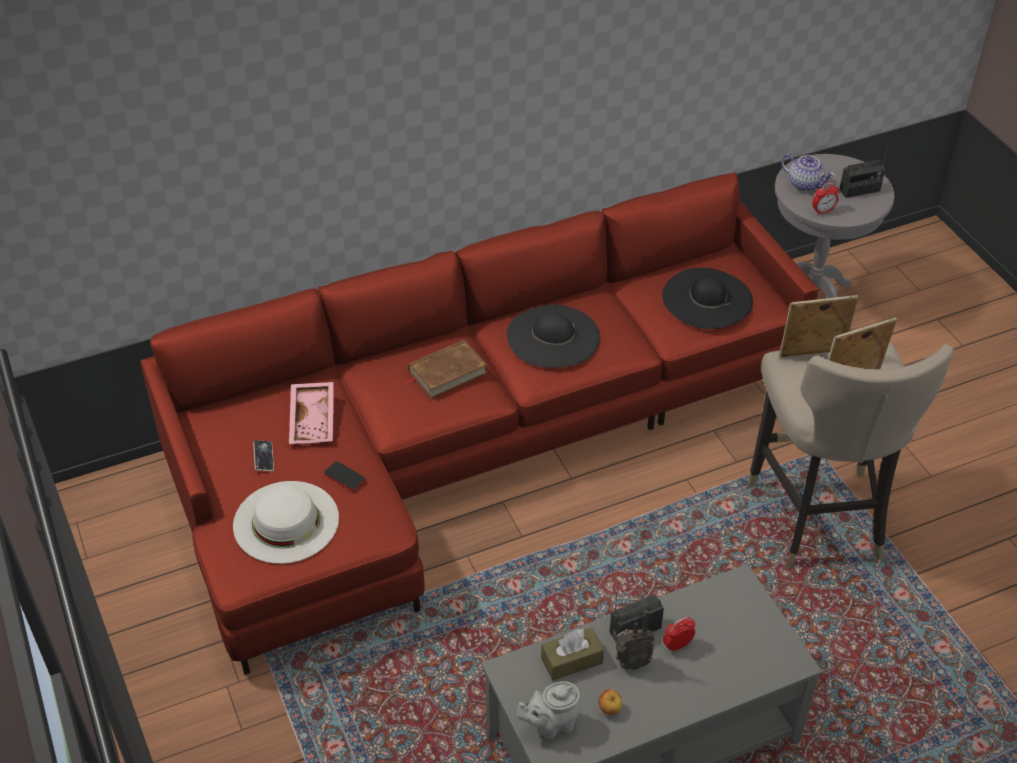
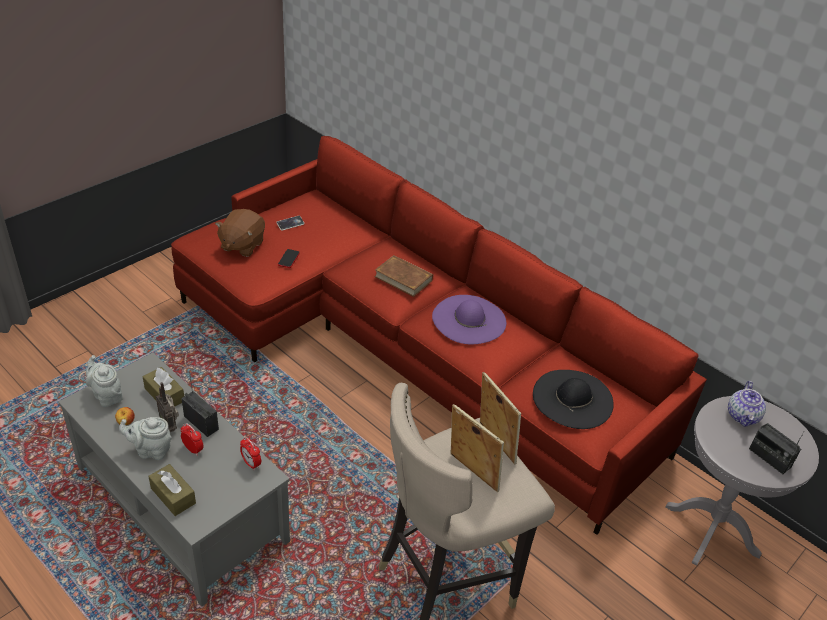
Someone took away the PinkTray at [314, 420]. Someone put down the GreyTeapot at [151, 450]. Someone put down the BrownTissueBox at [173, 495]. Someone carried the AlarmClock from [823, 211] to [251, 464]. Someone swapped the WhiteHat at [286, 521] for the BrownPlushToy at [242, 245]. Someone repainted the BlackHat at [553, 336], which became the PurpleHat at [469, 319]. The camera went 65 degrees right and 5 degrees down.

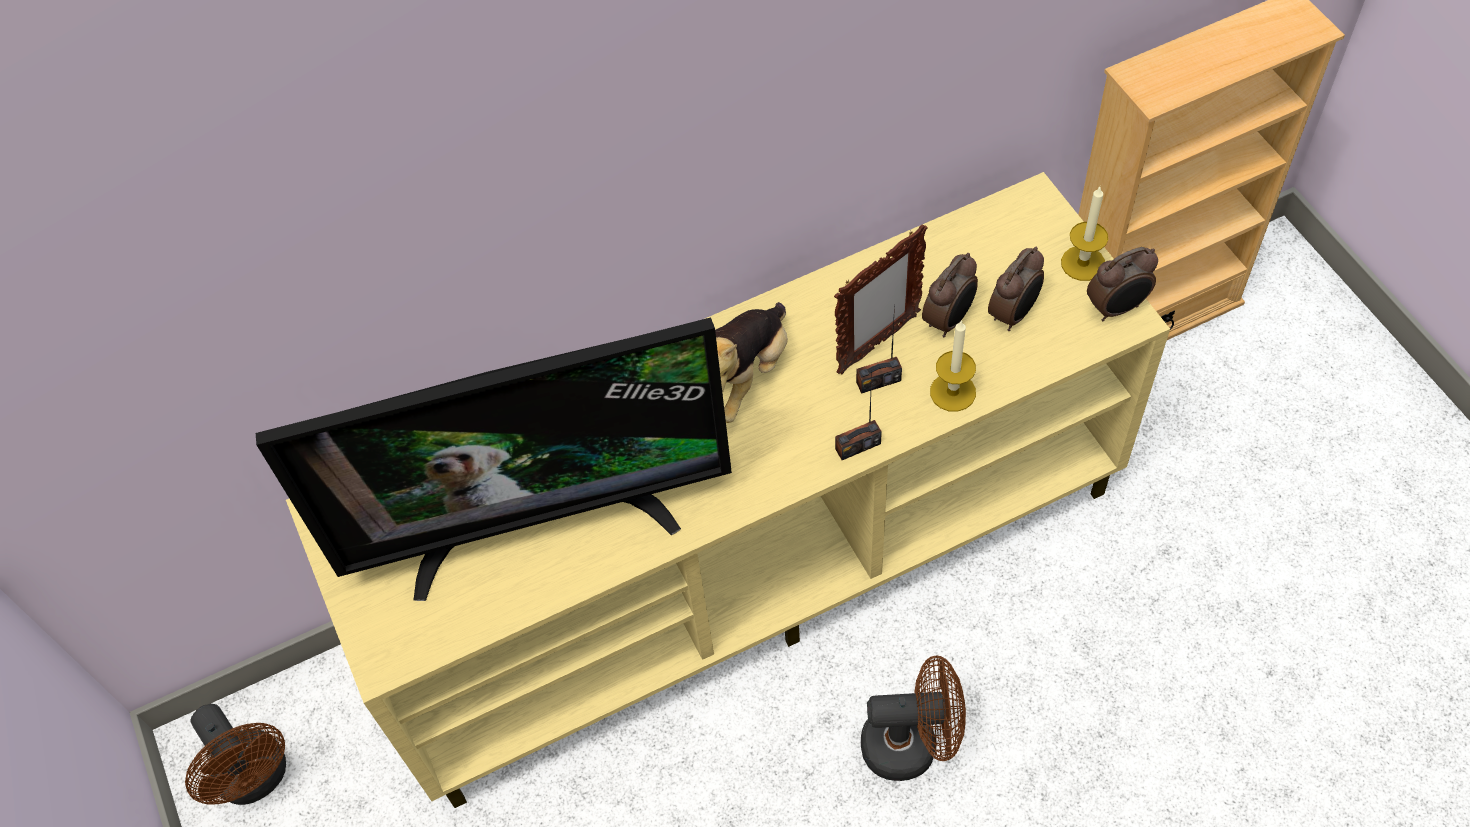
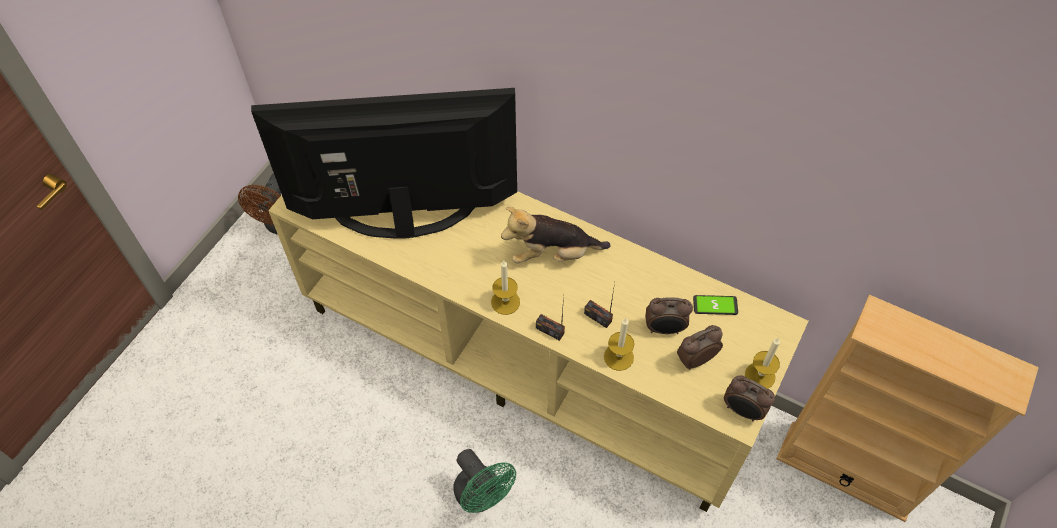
Someone took away the PictureFrame at [877, 344]. Someone put down the Candle at [505, 302]. Someone put down the Phone at [715, 305]. Someone repainted the BrownFan at [911, 744], which became the GreenFan at [482, 496]. Someone rotated the Television at [539, 523] by 135 degrees clockwise. Someone rotated the AlarmClock at [1014, 314] by 150 degrees clockwise. The camera went 50 degrees right and 0 degrees up.

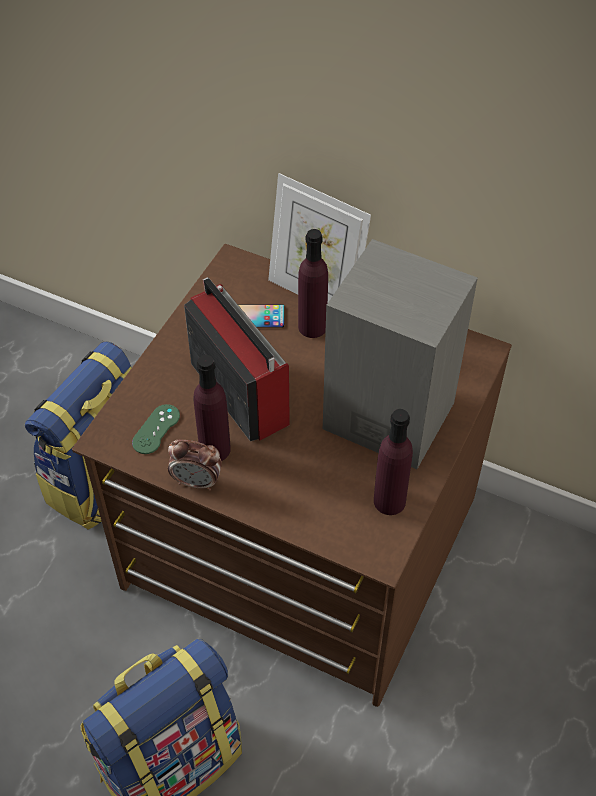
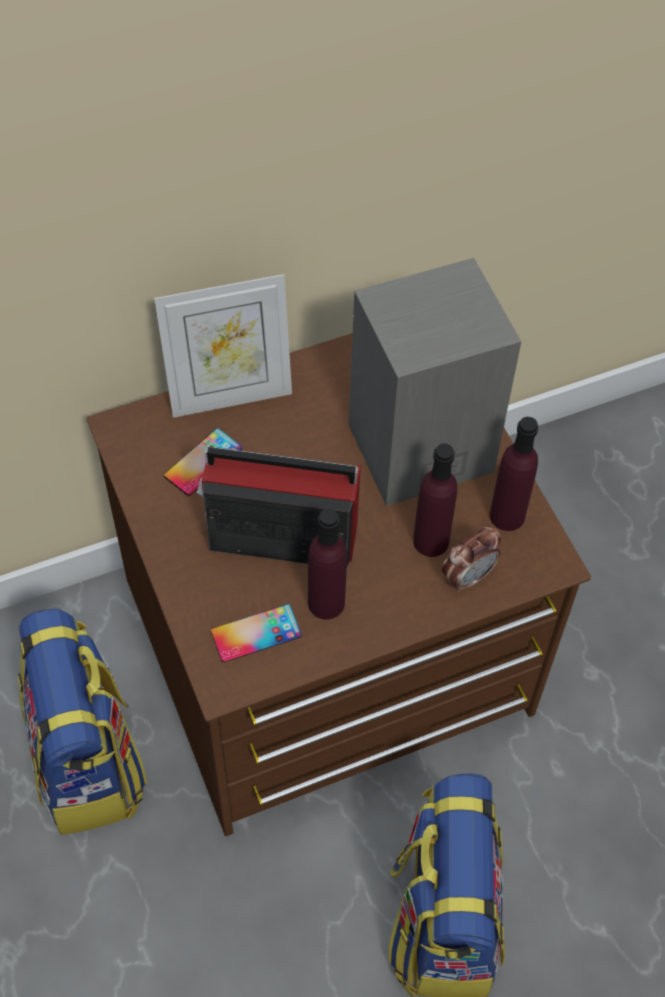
Someone carried the AlarmClock from [197, 481] to [468, 577]. Someone carried the PurpleBottle from [312, 327] to [430, 541]. Someone swapped the GreenGameController at [156, 429] for the Phone at [256, 633]. The camera went 50 degrees left and 5 degrees up.

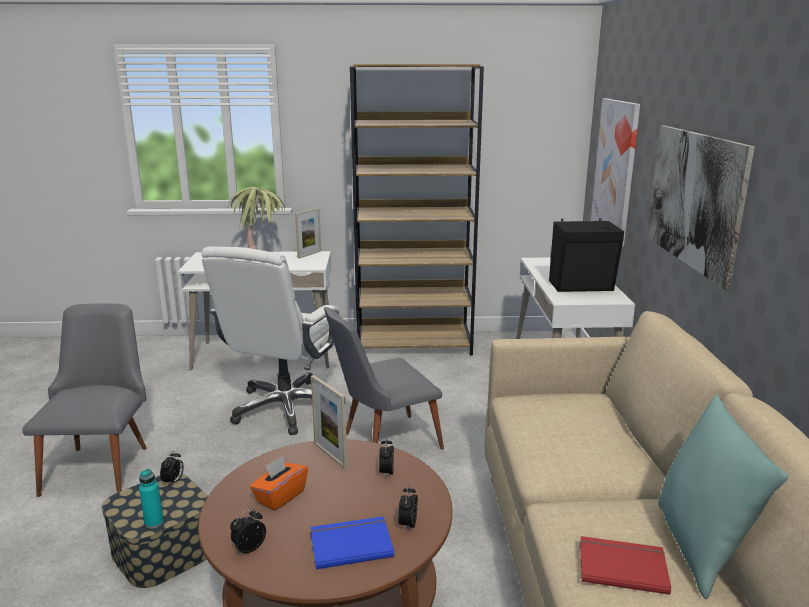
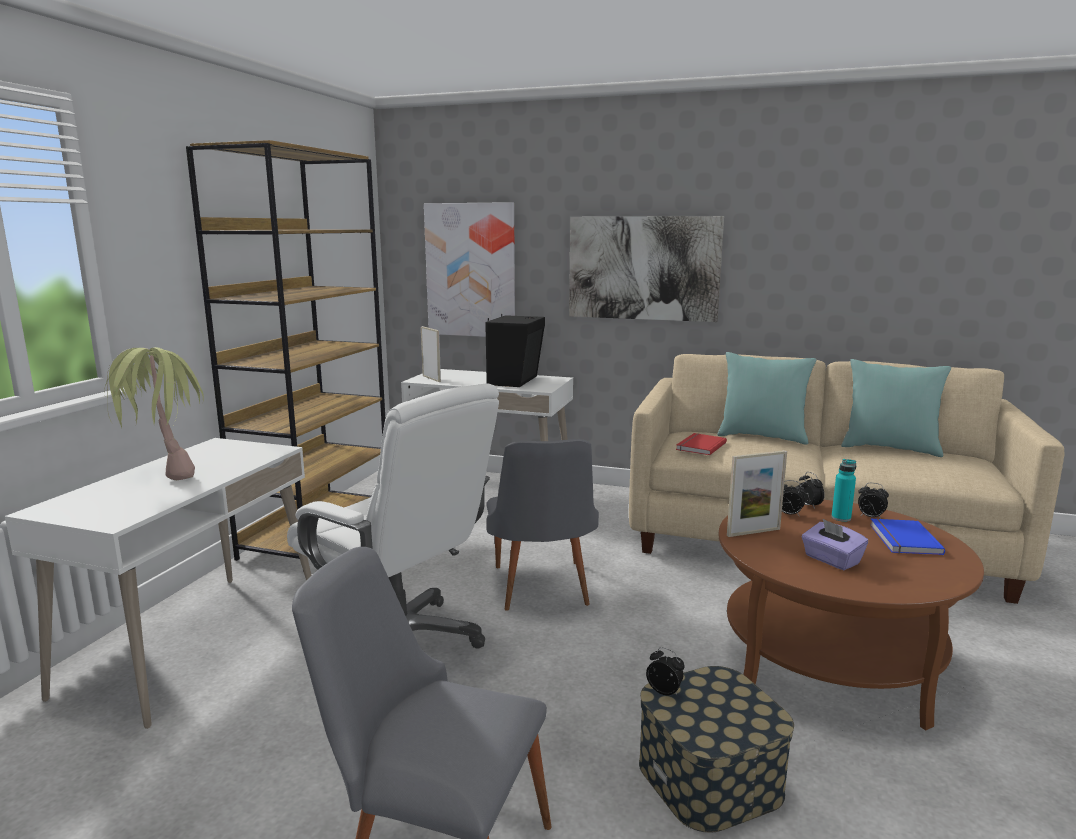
Someone put down the TurquoisePillow at [762, 437]. Someone carried the TurquoiseBottle from [154, 522] to [841, 518]. Someone carried the AlarmClock from [249, 548] to [808, 506]. Someone carried the PictureFrame from [309, 254] to [431, 378]. Someone carried the RedBook from [622, 566] to [699, 446]. Someone repainted the OrangeTissueBox at [280, 496], which became the PurpleTissueBox at [831, 560]. The camera went 70 degrees left and 5 degrees down.

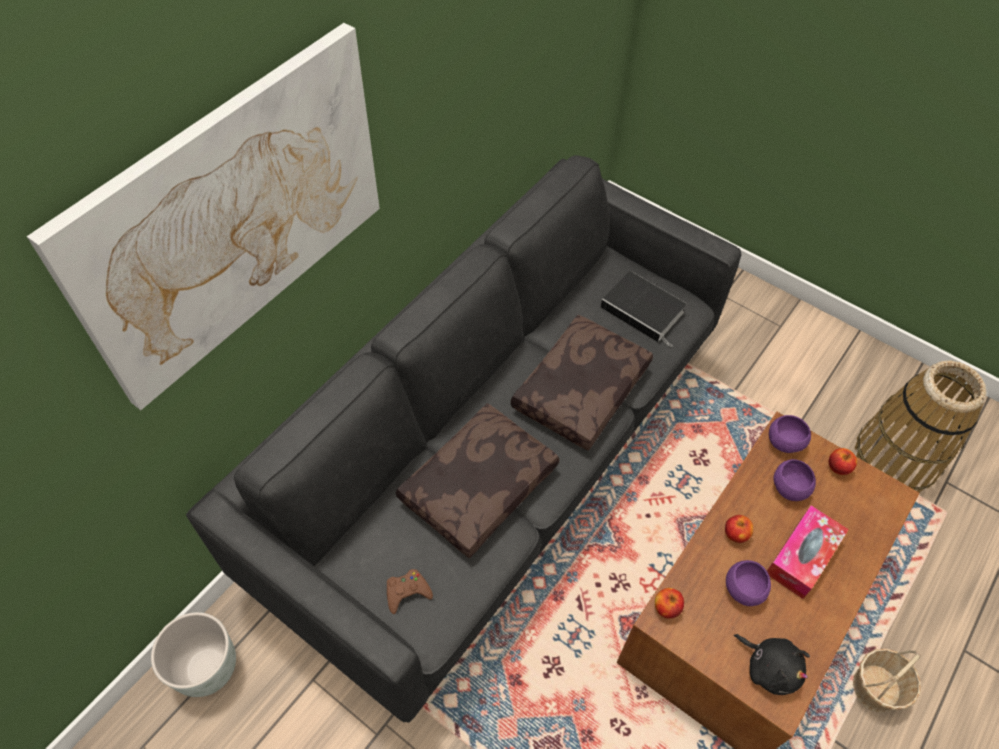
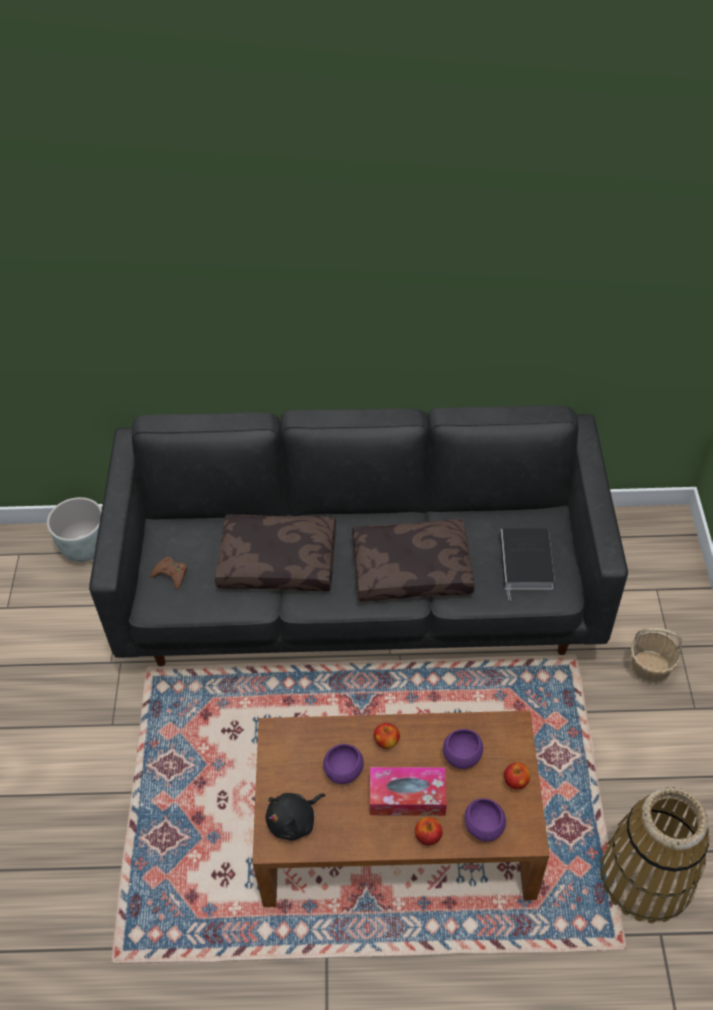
Someone took away the Picture at [235, 216]. Someone carried the Apple from [666, 608] to [428, 836]. Someone carried the PurpleBowl from [784, 442] to [484, 827]. Someone carried the Basket from [876, 688] to [650, 668]. Someone rotated the BlackPlushToy at [769, 667] by 45 degrees clockwise. The camera went 55 degrees right and 5 degrees down.

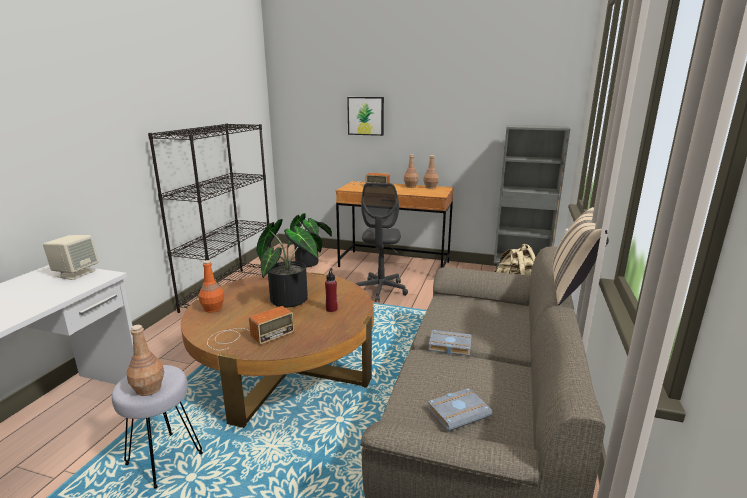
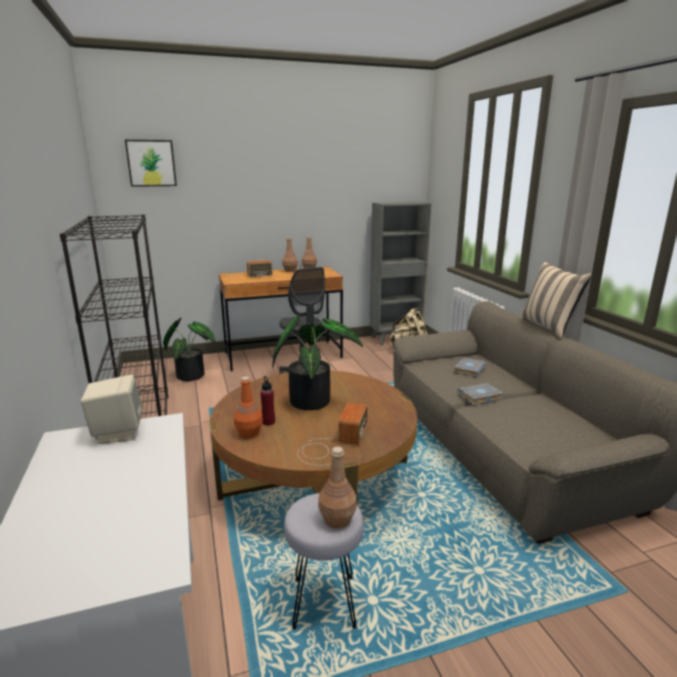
Someone carried the RedBottle from [331, 309] to [268, 422]. Someone carried the Picture from [366, 116] to [151, 163]. Someone carried the GreyBook from [458, 412] to [468, 369]. The camera went 35 degrees left and 0 degrees up.

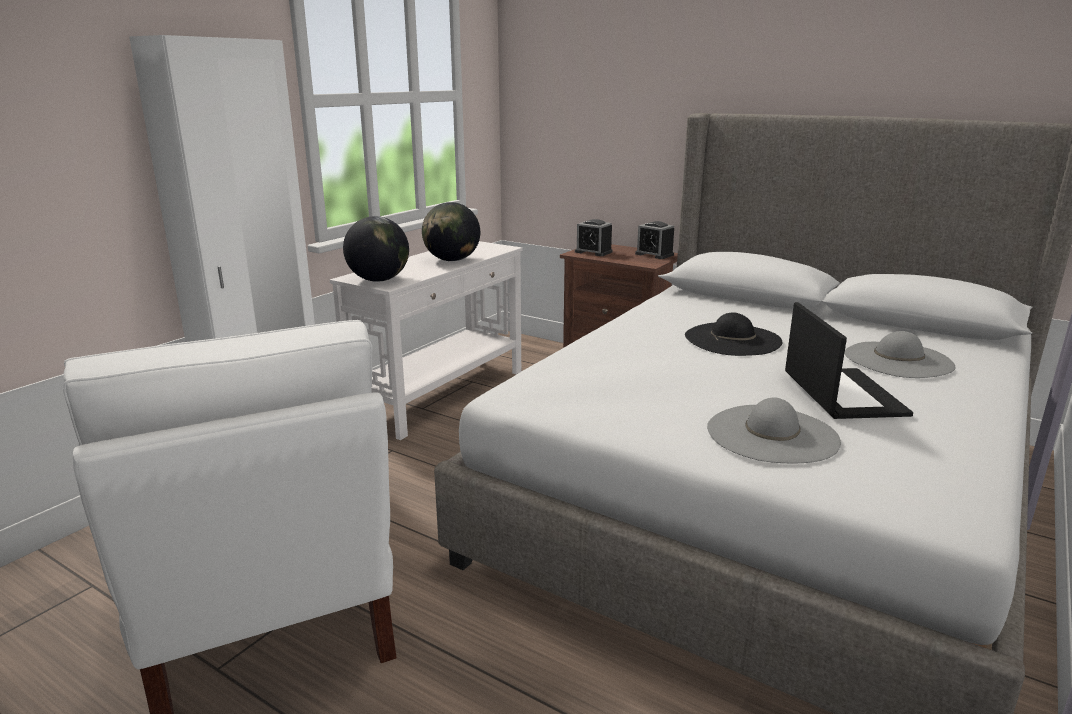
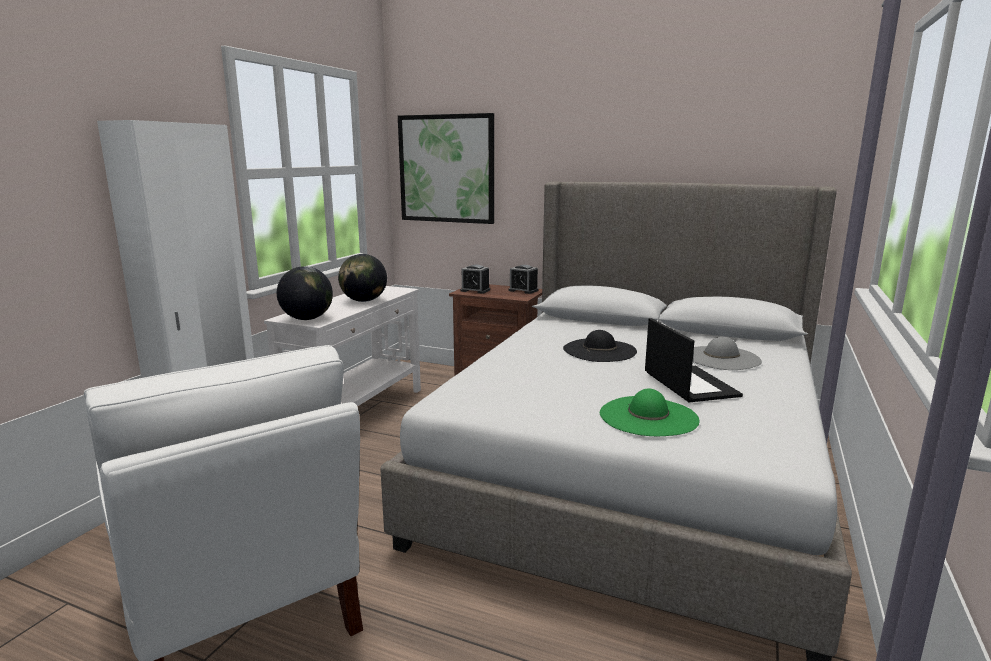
Someone put up the Picture at [446, 169]. Someone repainted the GreyHat at [772, 434], which became the GreenHat at [648, 416]. The camera went 10 degrees left and 5 degrees down.

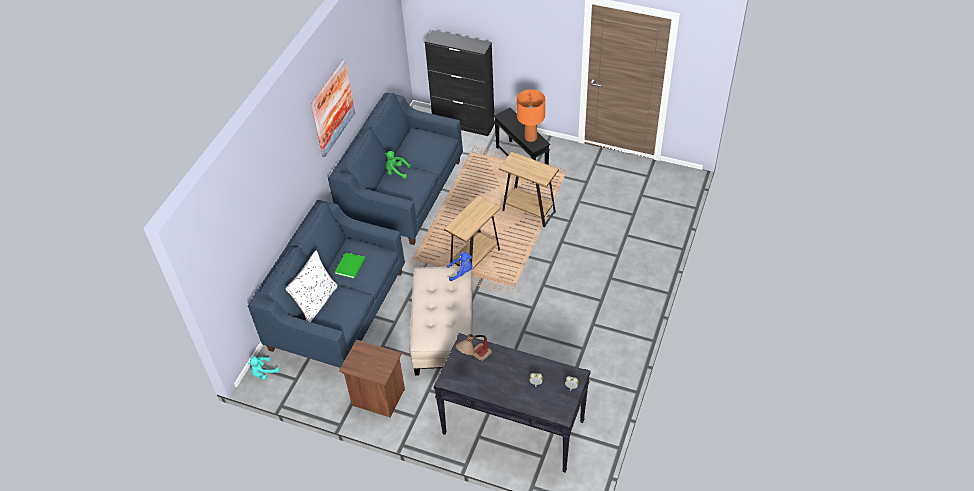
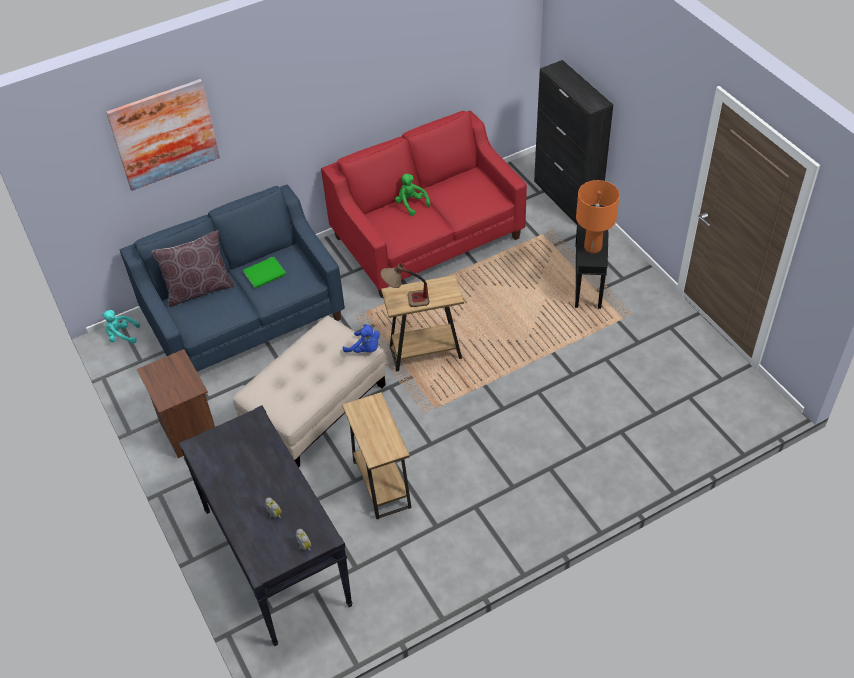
Someone carried the Picture from [332, 108] to [164, 134]. Someone carried the TableLamp from [474, 359] to [406, 301]. Someone carried the BrownSideTable from [528, 211] to [381, 484]. Someone repainted the WhitePillow at [316, 302], which became the BrownPillow at [199, 290]. Someone repainted the BlueSofa at [403, 193], which became the RedSofa at [427, 238]. The camera went 40 degrees right and 0 degrees up.

